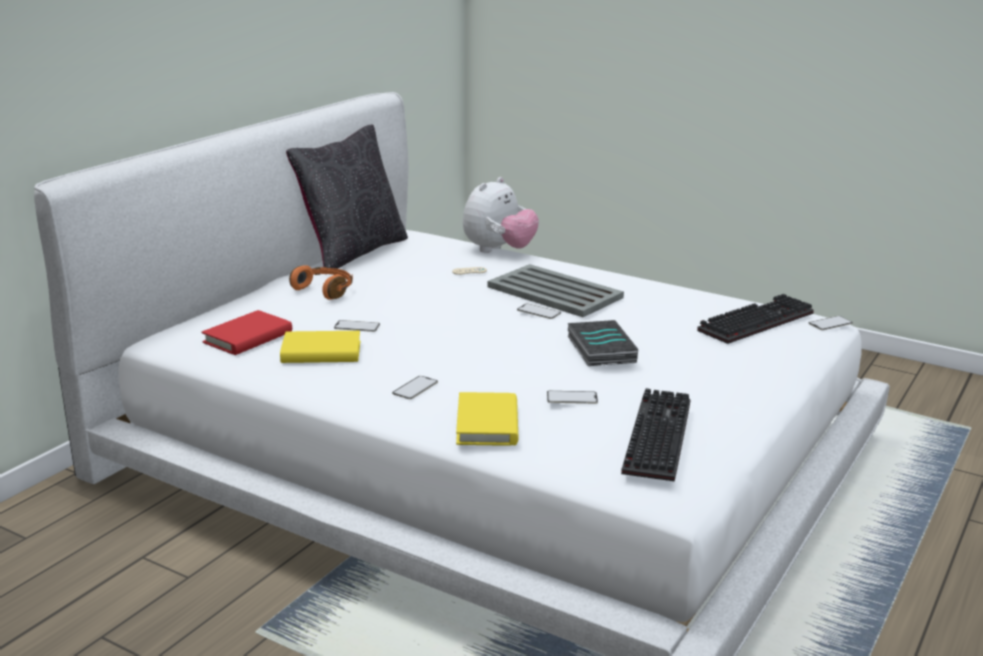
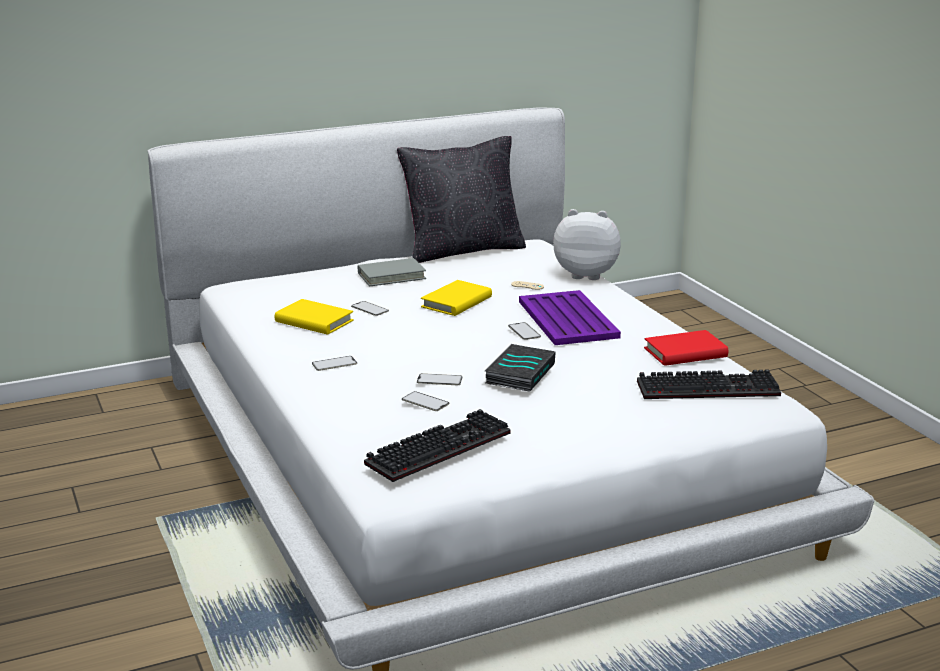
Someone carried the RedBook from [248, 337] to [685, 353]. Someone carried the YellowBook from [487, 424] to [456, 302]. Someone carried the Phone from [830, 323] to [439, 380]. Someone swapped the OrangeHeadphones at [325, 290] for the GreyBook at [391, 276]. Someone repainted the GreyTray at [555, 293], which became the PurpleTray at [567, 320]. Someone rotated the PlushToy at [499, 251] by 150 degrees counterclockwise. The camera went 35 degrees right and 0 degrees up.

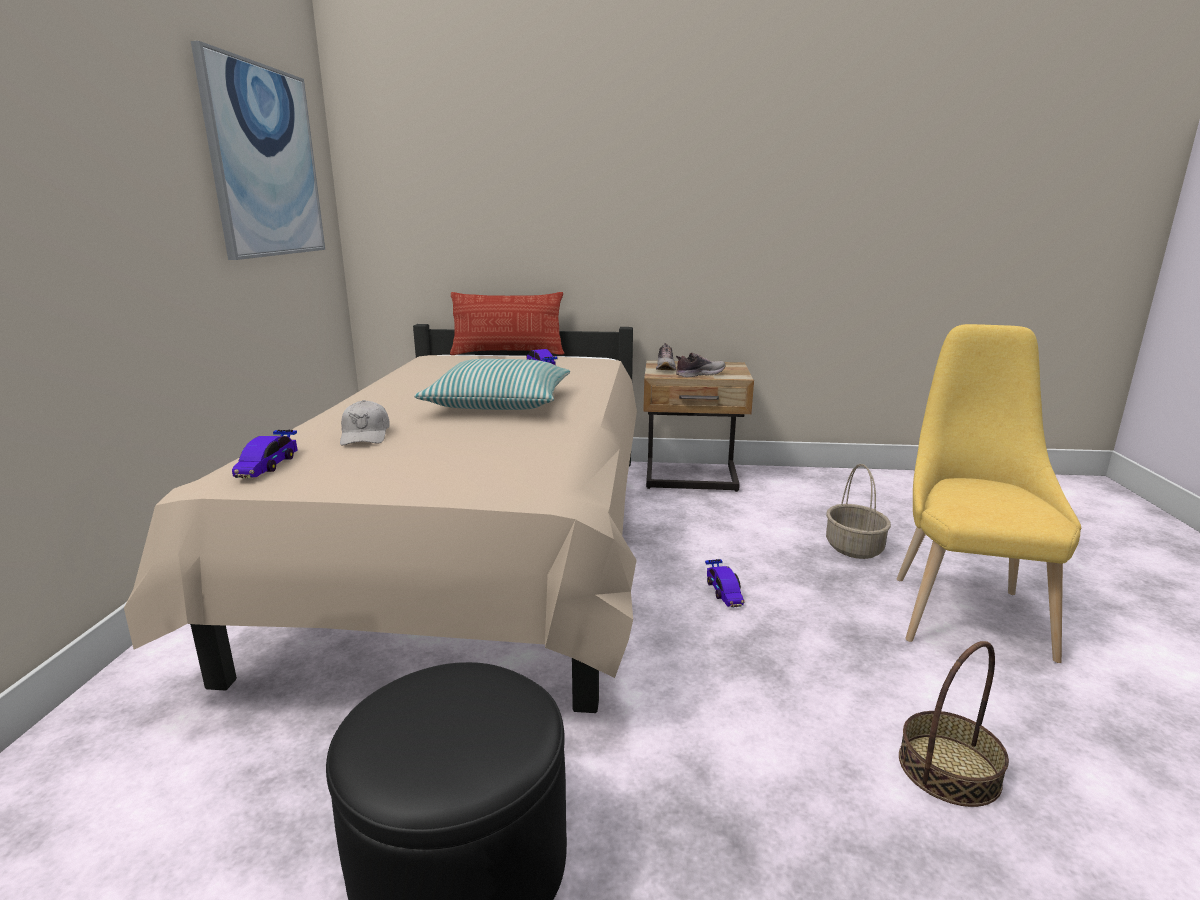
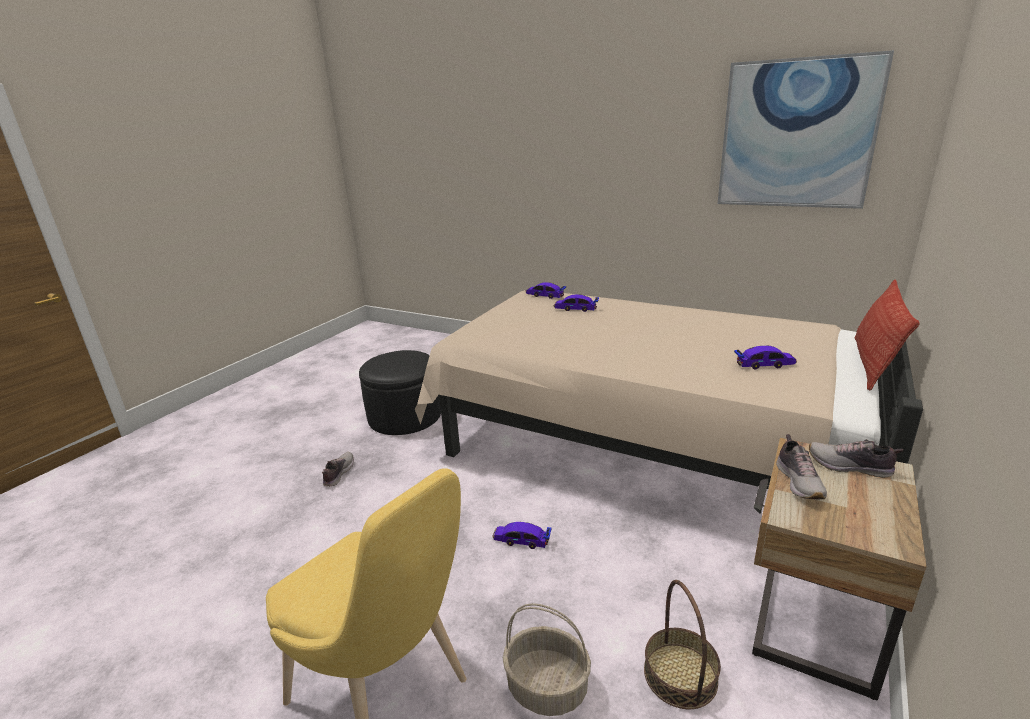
Someone took away the Pillow at [499, 403]. Someone put down the Shoe at [338, 473]. Someone carried the Basket from [948, 769] to [680, 675]. Someone swapped the WhiteCap at [365, 435] for the ToyCar at [576, 309]. The camera went 115 degrees right and 5 degrees up.

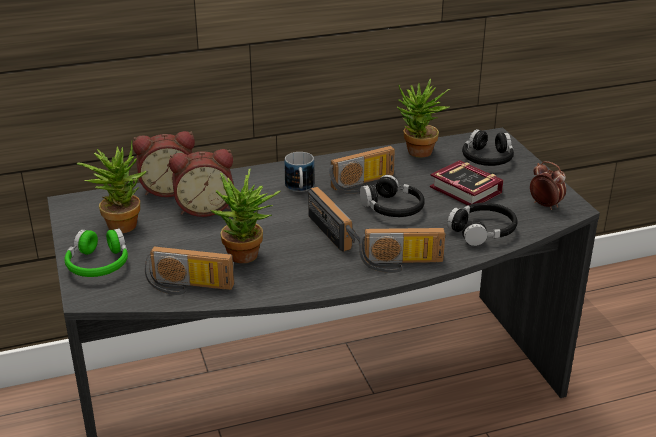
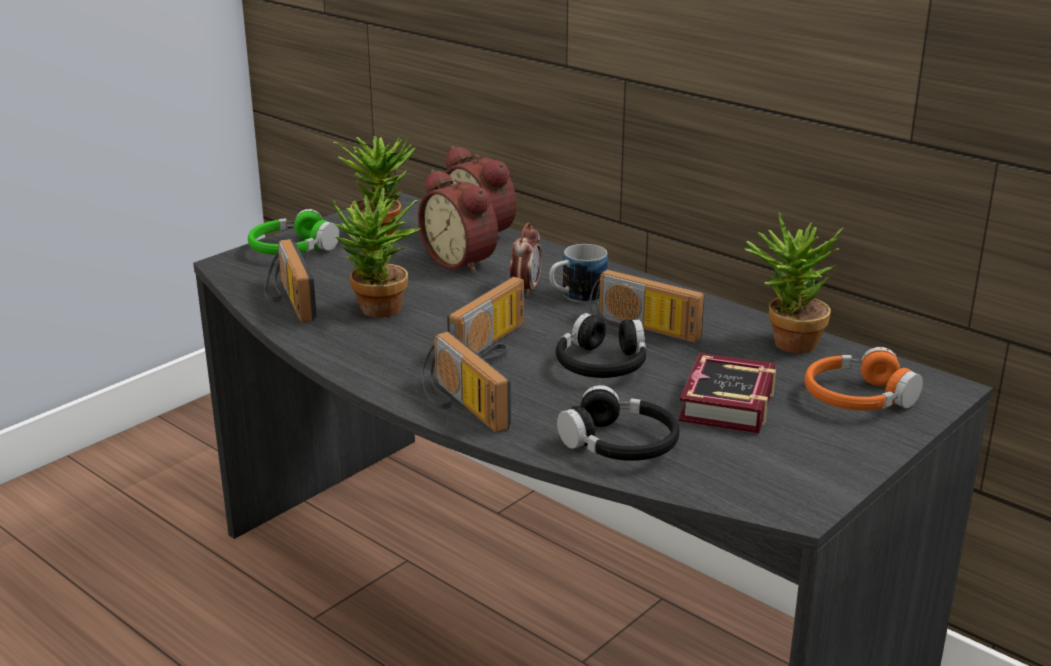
Someone carried the AlarmClock from [545, 205] to [525, 289]. Someone repainted the BlackHeadphones at [487, 158], which became the OrangeHeadphones at [857, 398]. The camera went 60 degrees right and 5 degrees down.

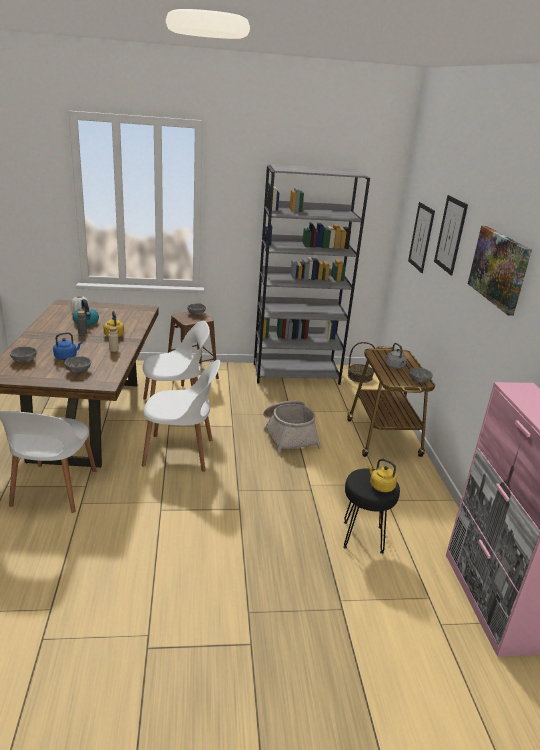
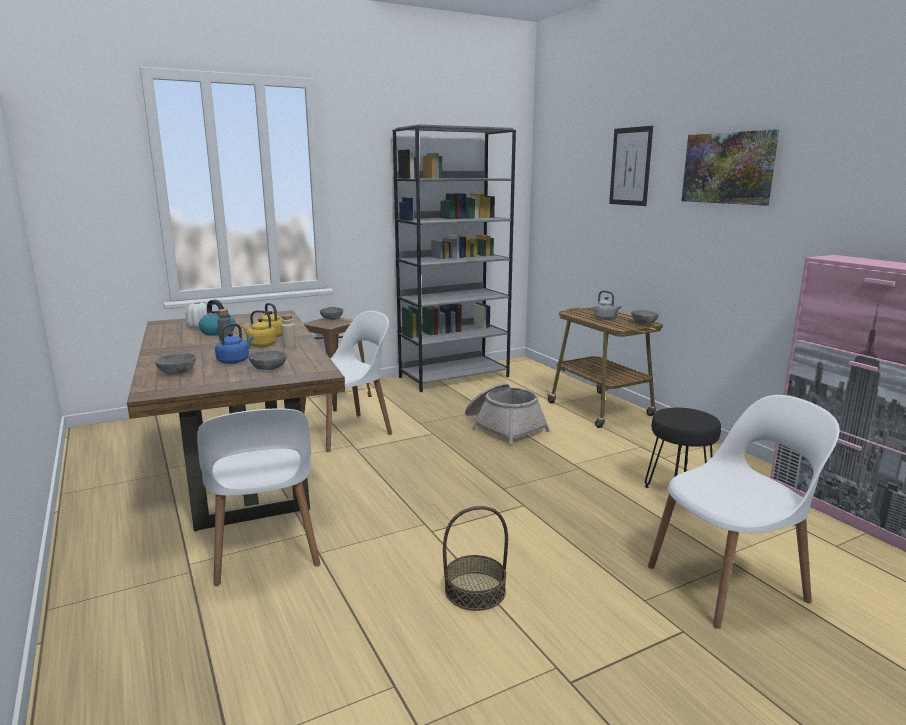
Someone took away the Picture at [421, 237]. Someone carried the WhiteChair from [181, 453] to [729, 582]. Someone carried the Basket from [360, 377] to [475, 590]. Someone carried the YellowKettle from [380, 486] to [260, 345]. The camera went 20 degrees left and 10 degrees down.

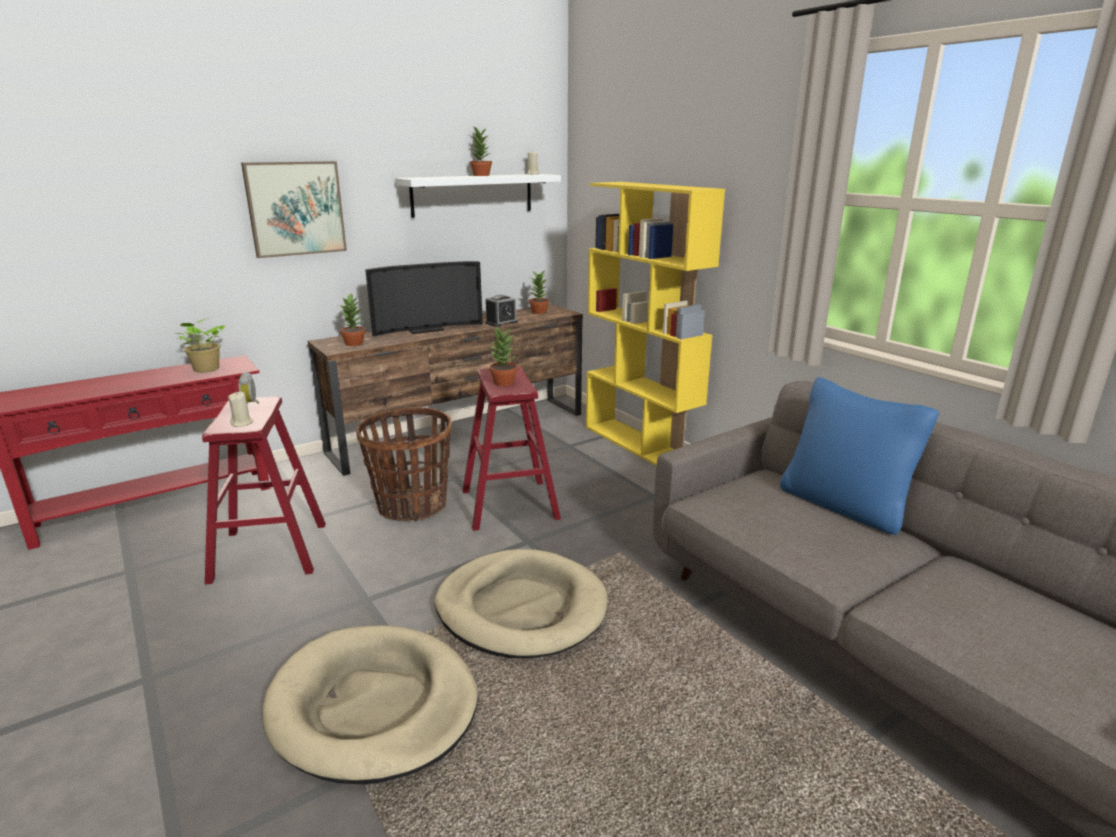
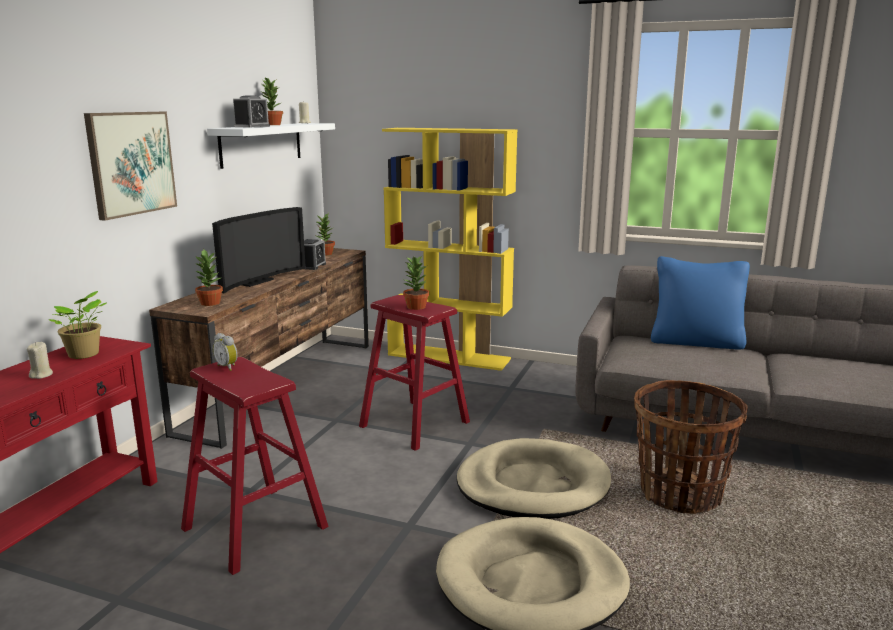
Someone put down the AlarmClock at [252, 126]. Someone carried the BeigeCandle from [242, 423] to [41, 375]. Someone carried the Basket from [411, 506] to [680, 494]. The camera went 35 degrees left and 5 degrees down.

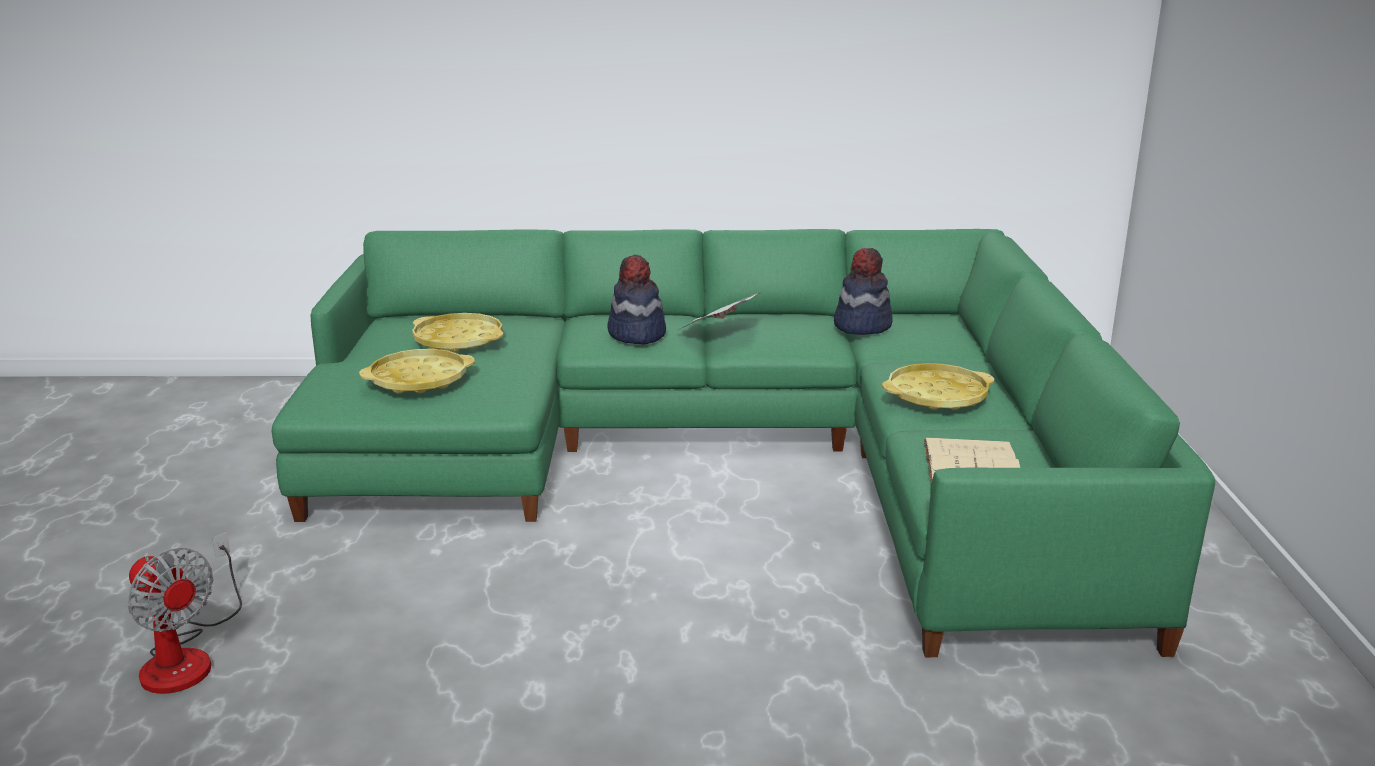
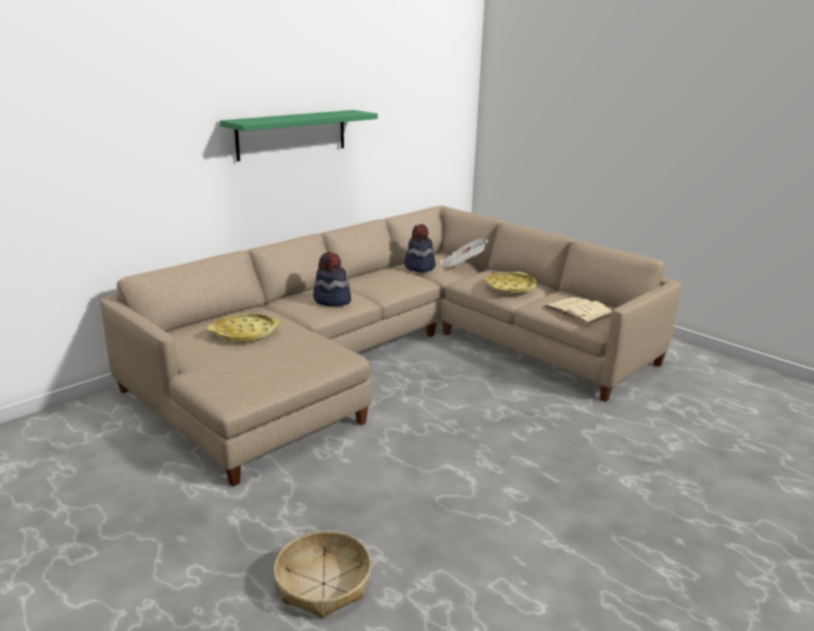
Someone took away the YellowTray at [419, 379]. Someone put up the GreenShelf at [292, 134]. Someone carried the Newspaper from [718, 333] to [462, 265]. Someone swapped the Fan at [187, 656] for the Basket at [323, 584]. Someone repainted the GreenSofa at [729, 455], which became the BeigeSofa at [392, 355]. The camera went 45 degrees left and 0 degrees up.

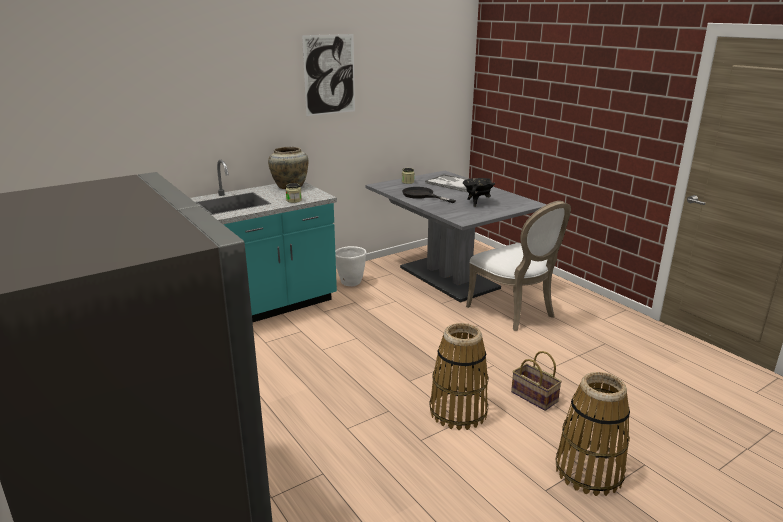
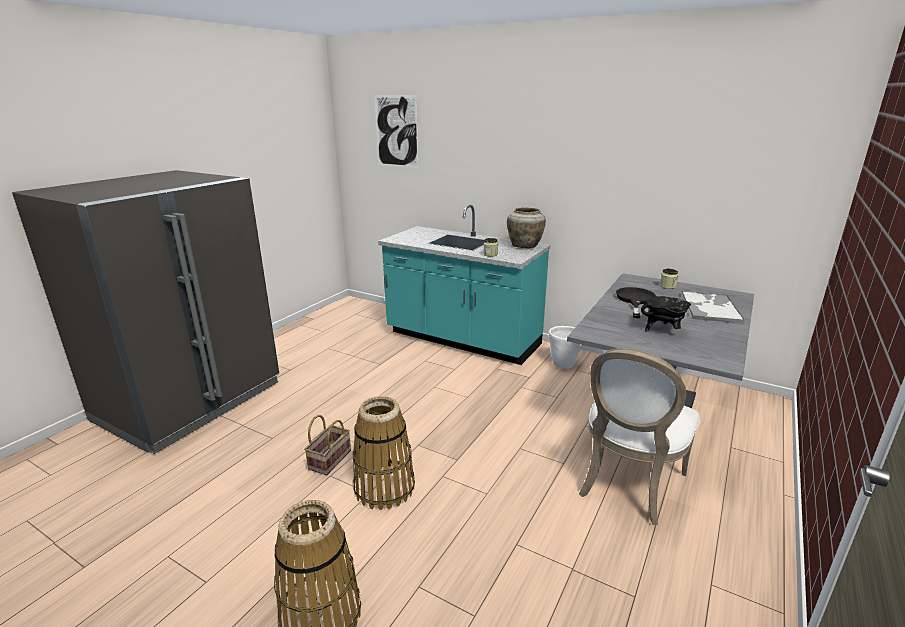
Someone carried the Picture from [329, 75] to [396, 131]. Someone carried the Basket from [532, 397] to [330, 459]. The camera went 65 degrees right and 0 degrees up.

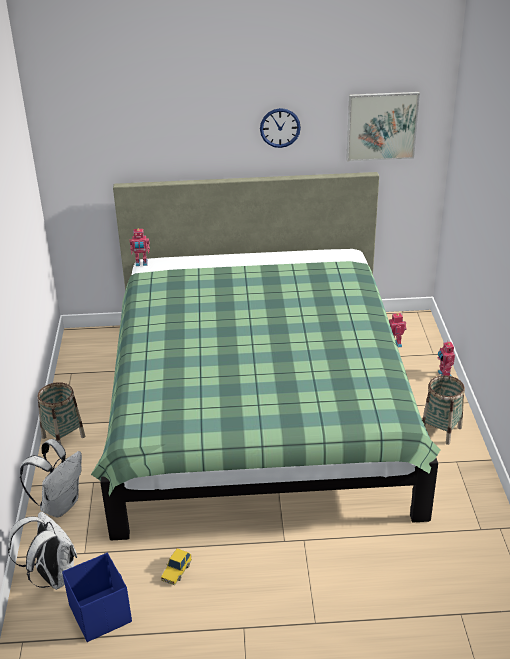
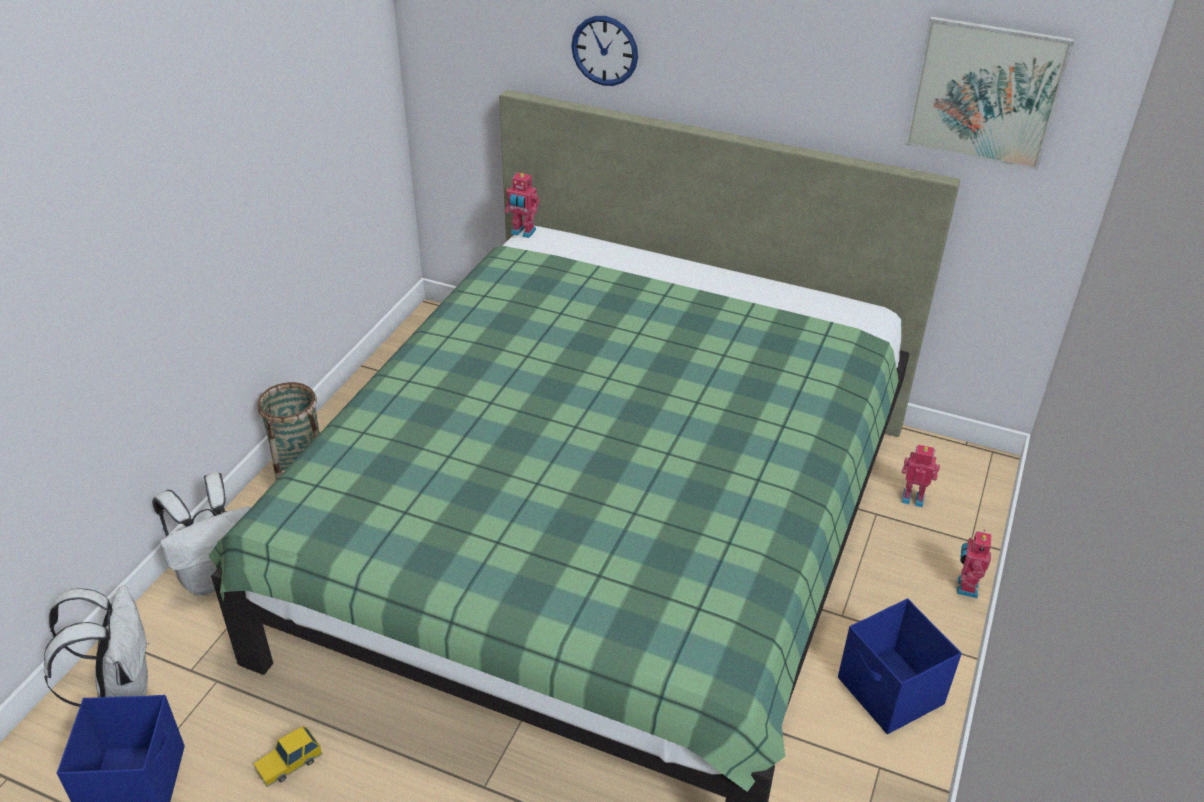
Someone carried the WallClock from [280, 128] to [605, 50]. Someone swapped the Basket at [441, 430] for the BlueStorageBox at [890, 693]. The camera went 25 degrees right and 5 degrees up.

